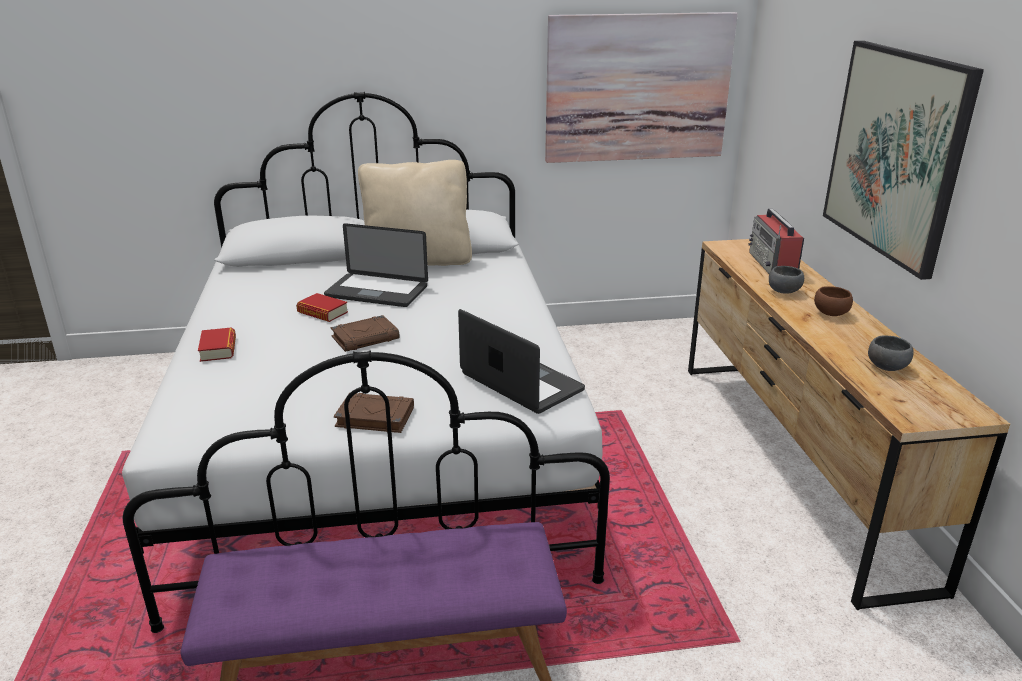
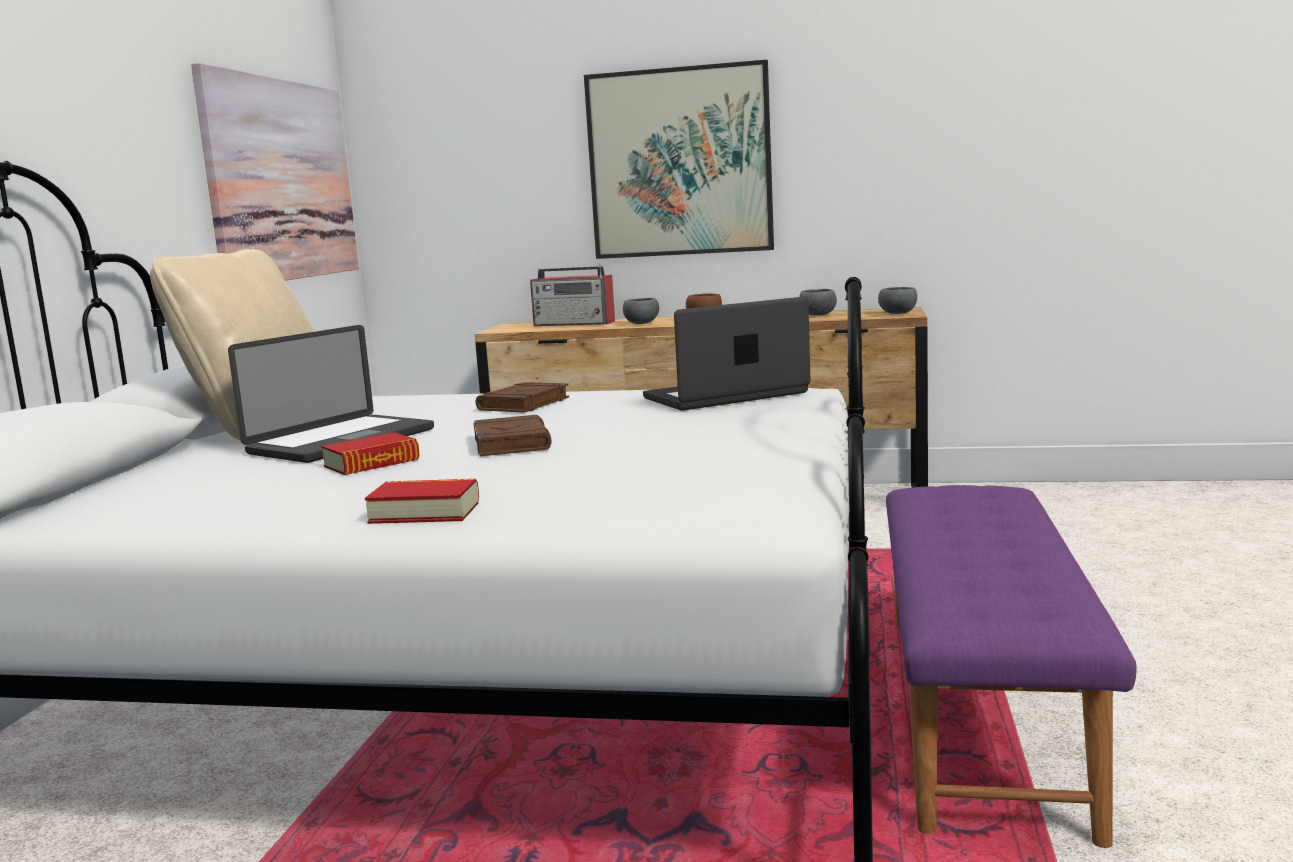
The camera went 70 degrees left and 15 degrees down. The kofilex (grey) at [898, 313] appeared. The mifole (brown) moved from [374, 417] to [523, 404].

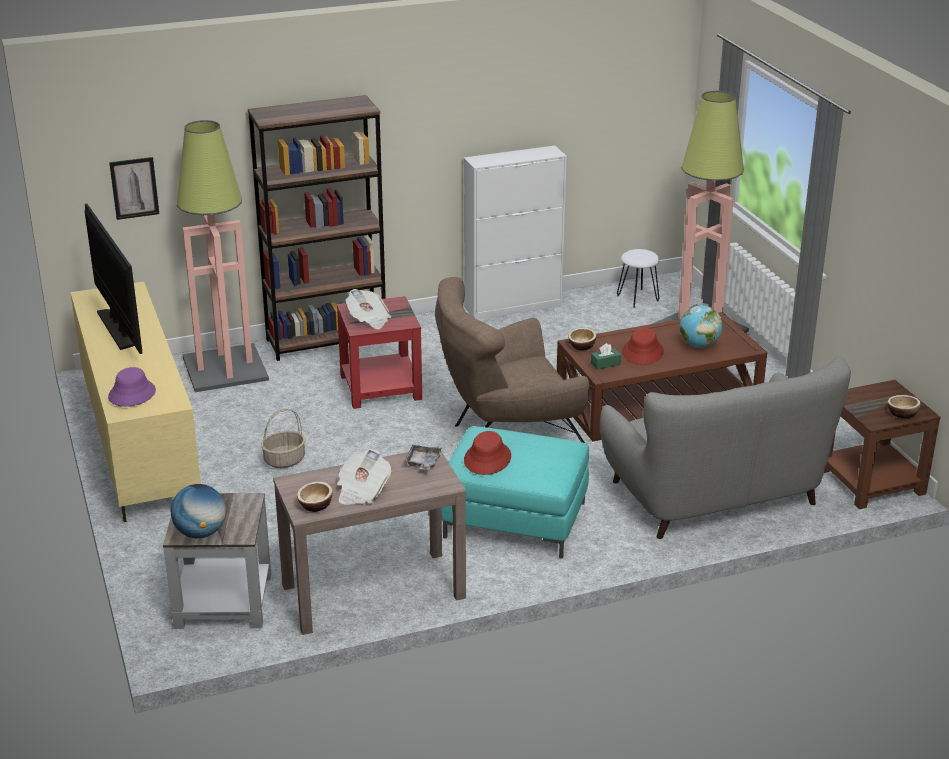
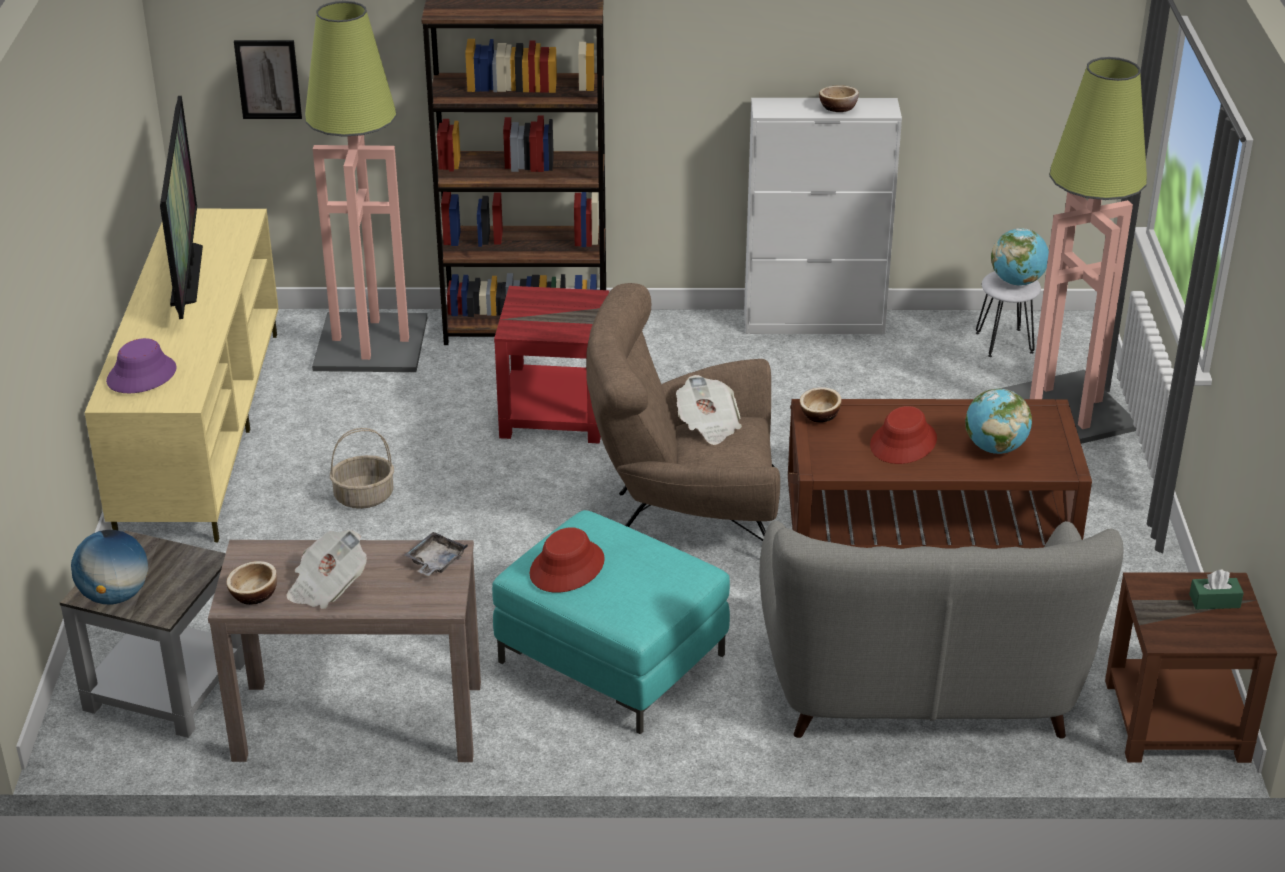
The camera went 20 degrees right and 5 degrees up. The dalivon at [1017, 282] appeared. The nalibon moved from [369, 320] to [708, 425]. The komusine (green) moved from [605, 364] to [1214, 601]. The kofilex moved from [902, 414] to [838, 108].

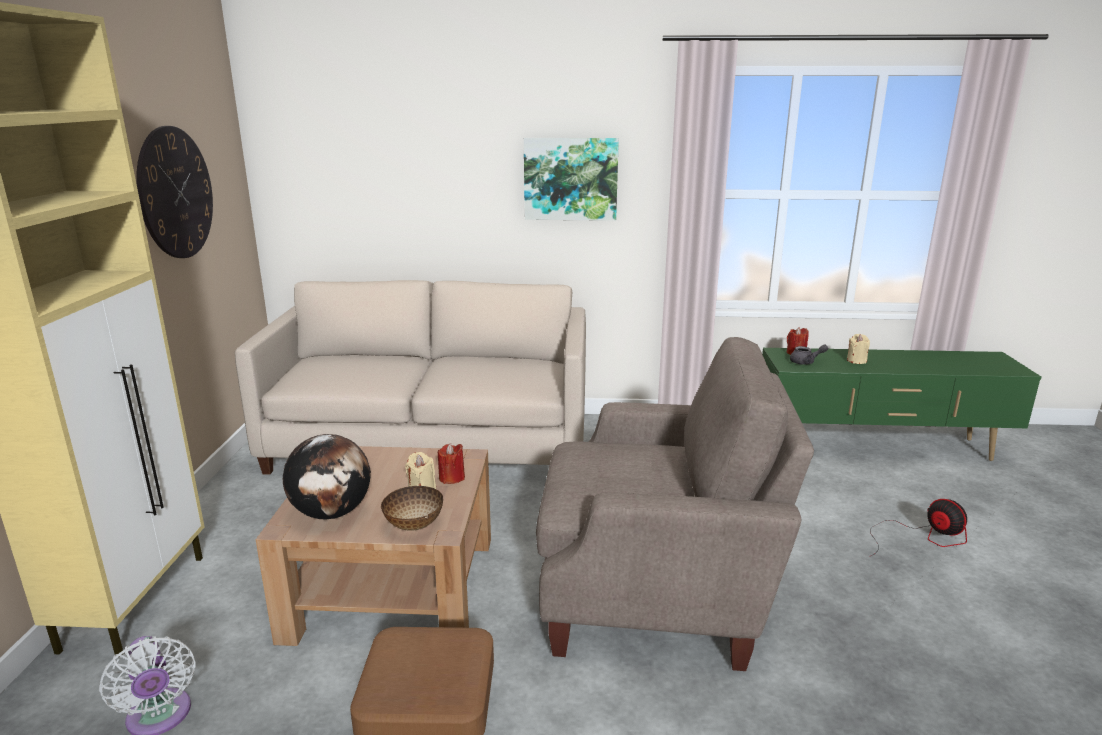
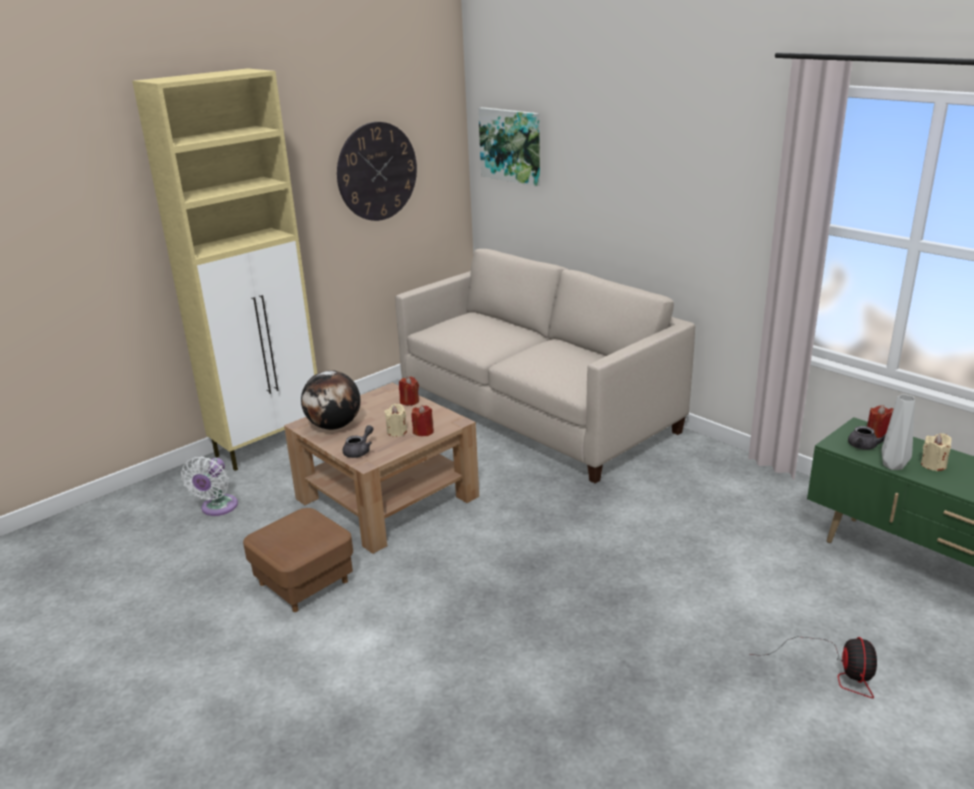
The camera went 45 degrees right and 5 degrees up. The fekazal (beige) at [655, 592] disappeared. The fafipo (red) at [409, 401] appeared. The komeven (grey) at [893, 465] appeared. The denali moved from [570, 179] to [511, 145]. The kofilex at [413, 525] was replaced by the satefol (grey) at [359, 451].

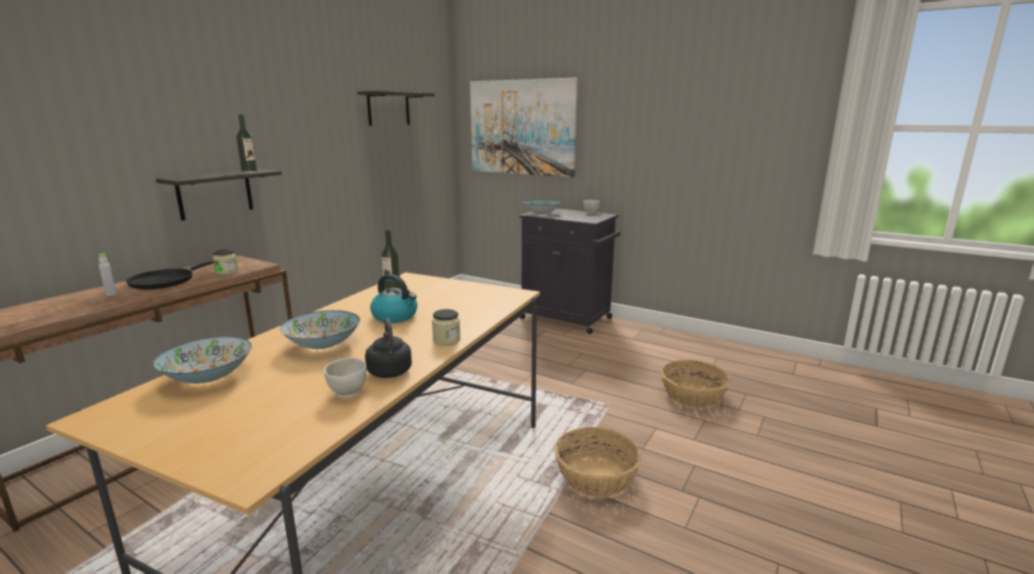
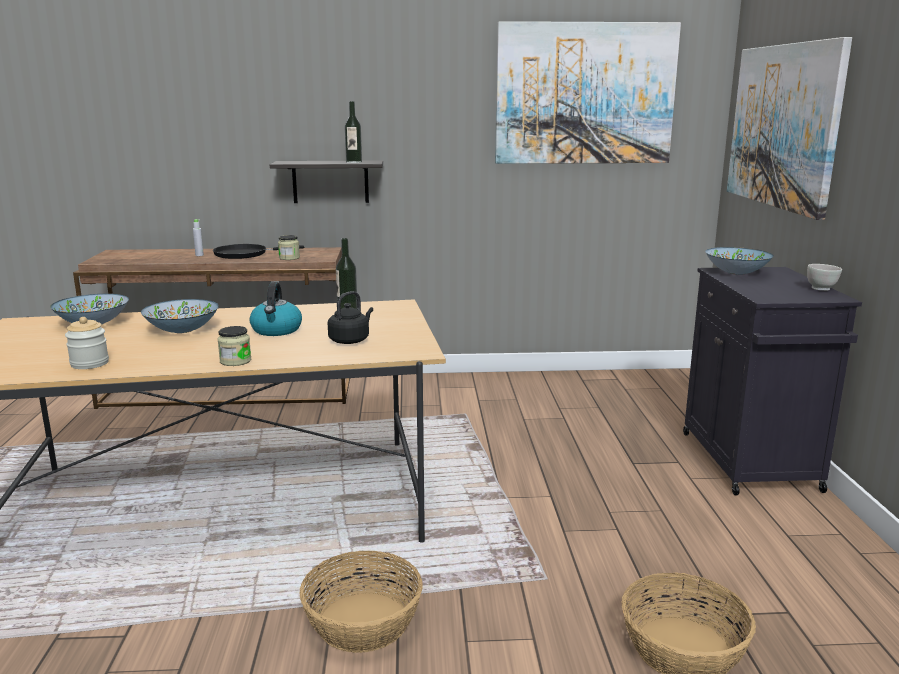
The camera went 55 degrees right and 0 degrees up. The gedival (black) moved from [389, 371] to [350, 340]. The kofilex (white) at [347, 393] was replaced by the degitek at [89, 363]. The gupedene at [388, 109] was replaced by the denali at [585, 94].

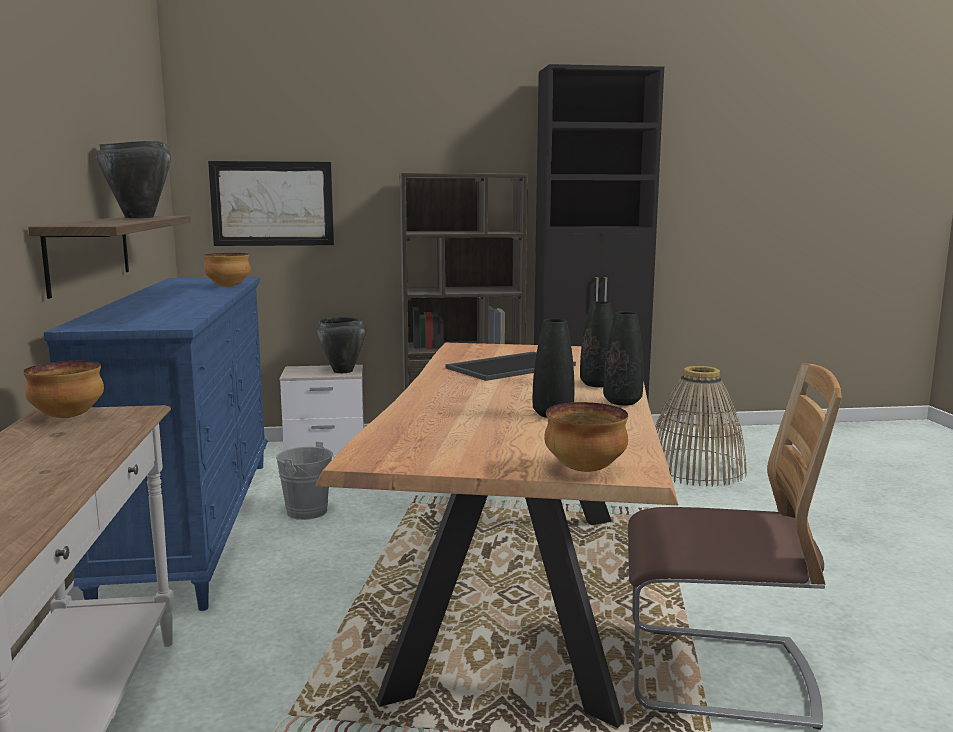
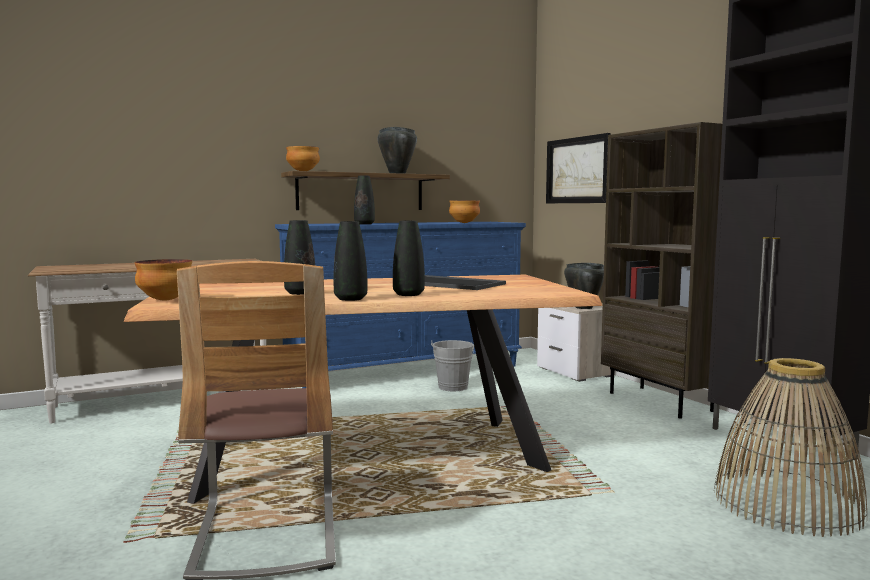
The camera went 70 degrees right and 5 degrees down. The komeven (black) at [364, 224] appeared. The kofilex moved from [69, 417] to [303, 171].

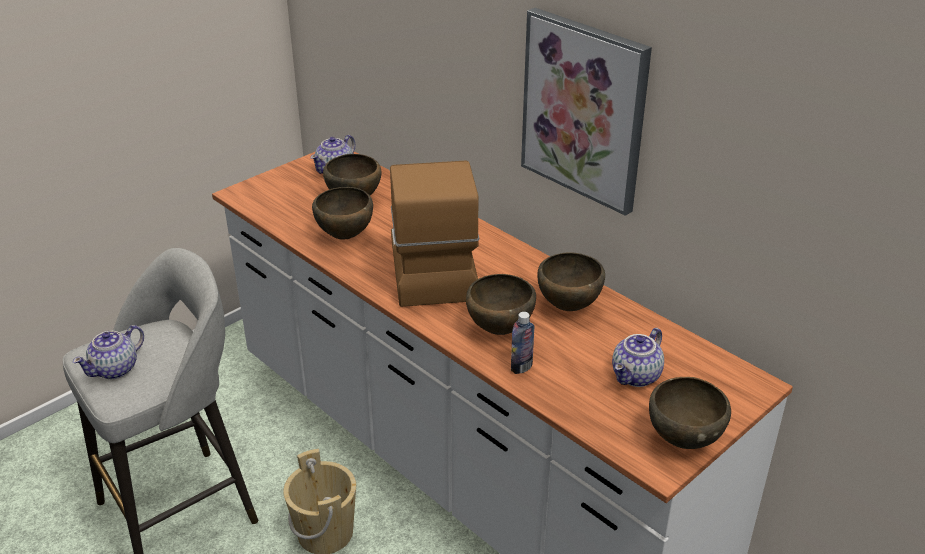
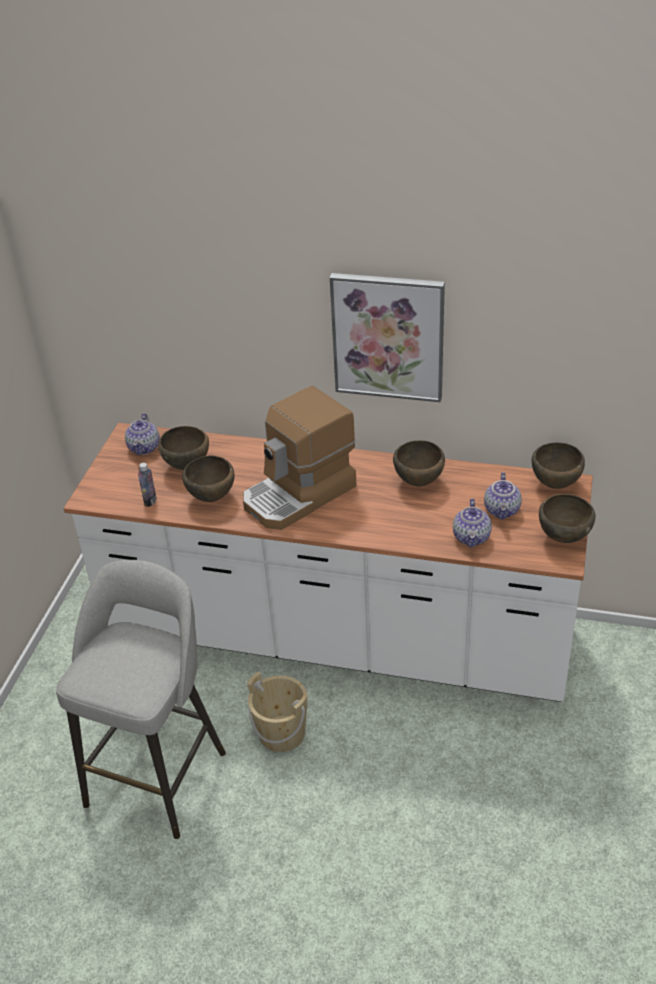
The camera went 30 degrees left and 5 degrees up. The satefol moved from [116, 369] to [472, 537]. The kofilex (brown) moved from [499, 330] to [555, 485]. The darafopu moved from [521, 367] to [150, 501]. The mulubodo at [430, 268] turned 90 degrees counterclockwise.

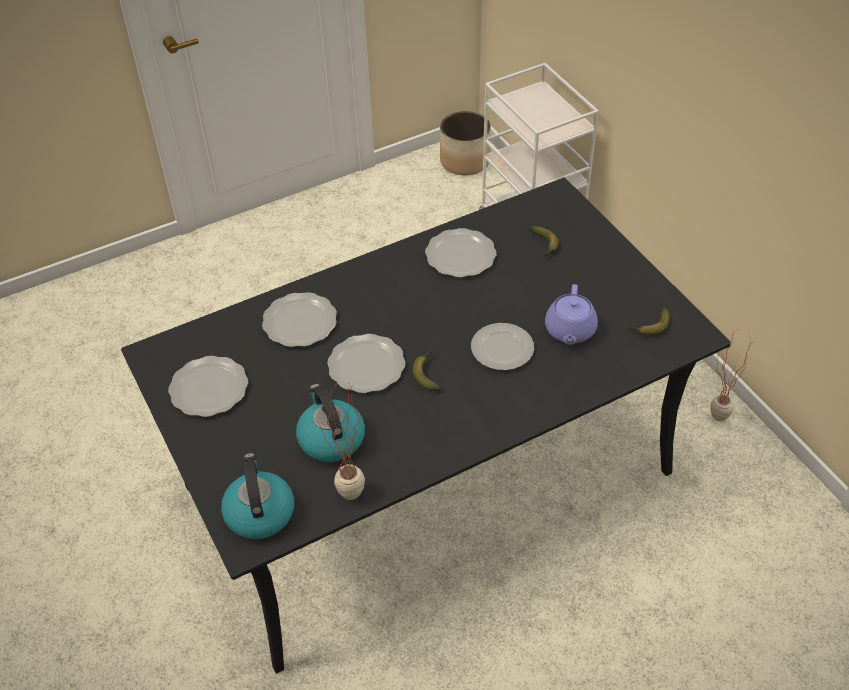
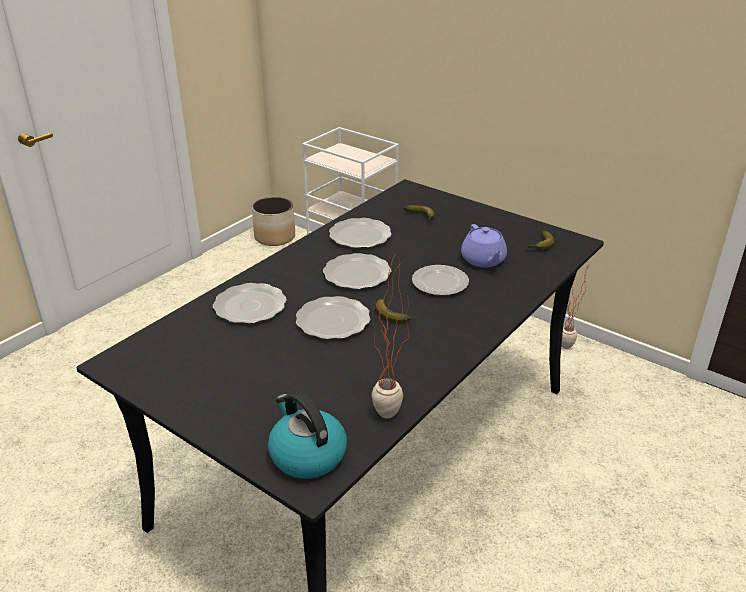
The camera went 25 degrees left and 15 degrees down. The gedival at [330, 439] disappeared. The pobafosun moved from [208, 389] to [356, 274].

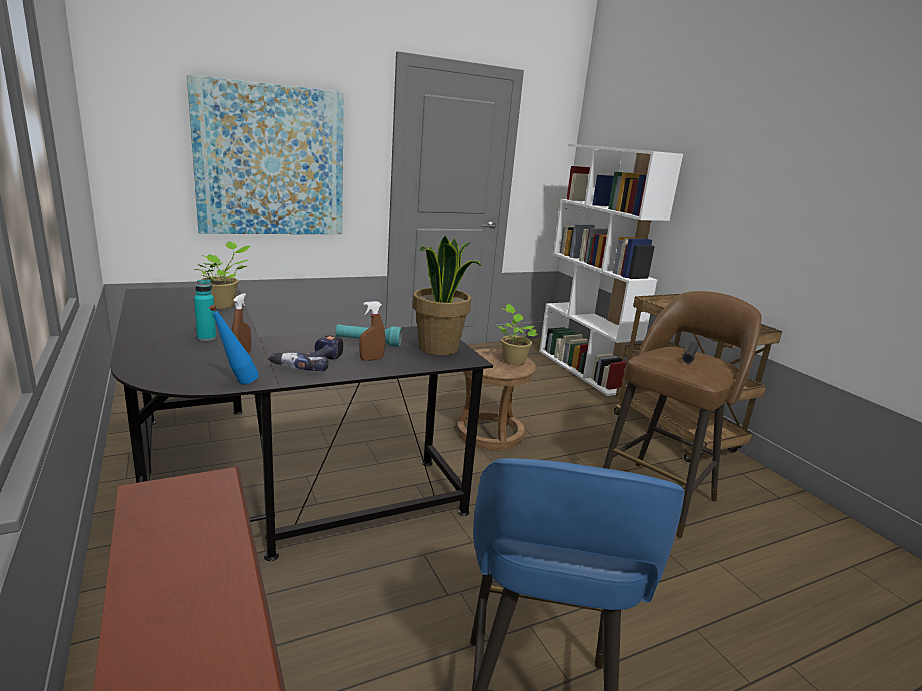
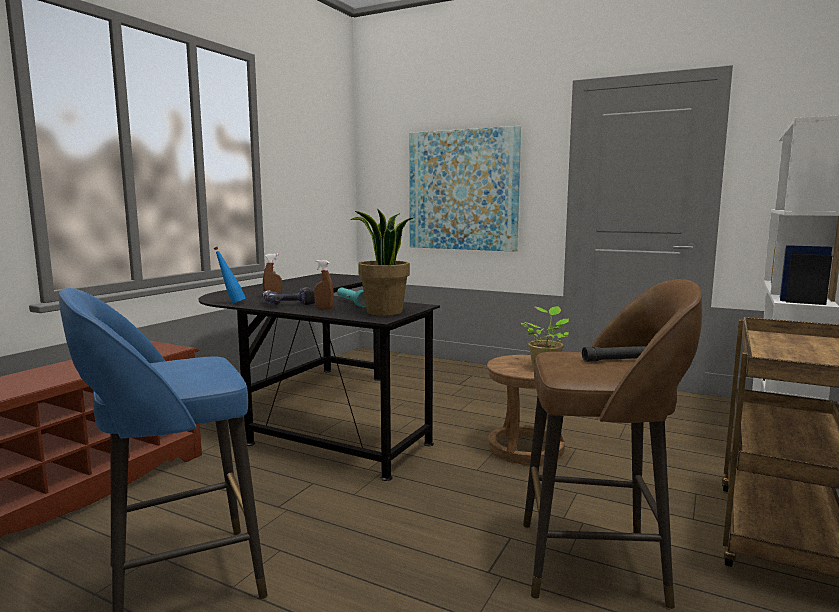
The camera went 55 degrees right and 10 degrees down. The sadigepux at [223, 305] disappeared. The darafopu (turquoise) at [206, 338] disappeared.

